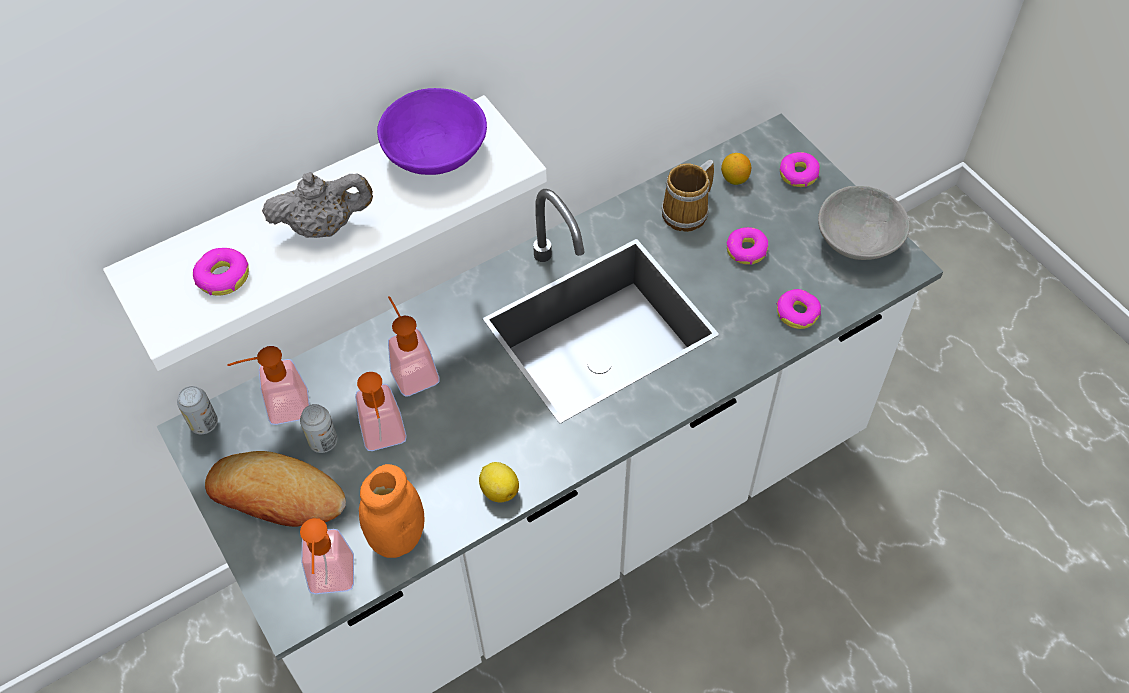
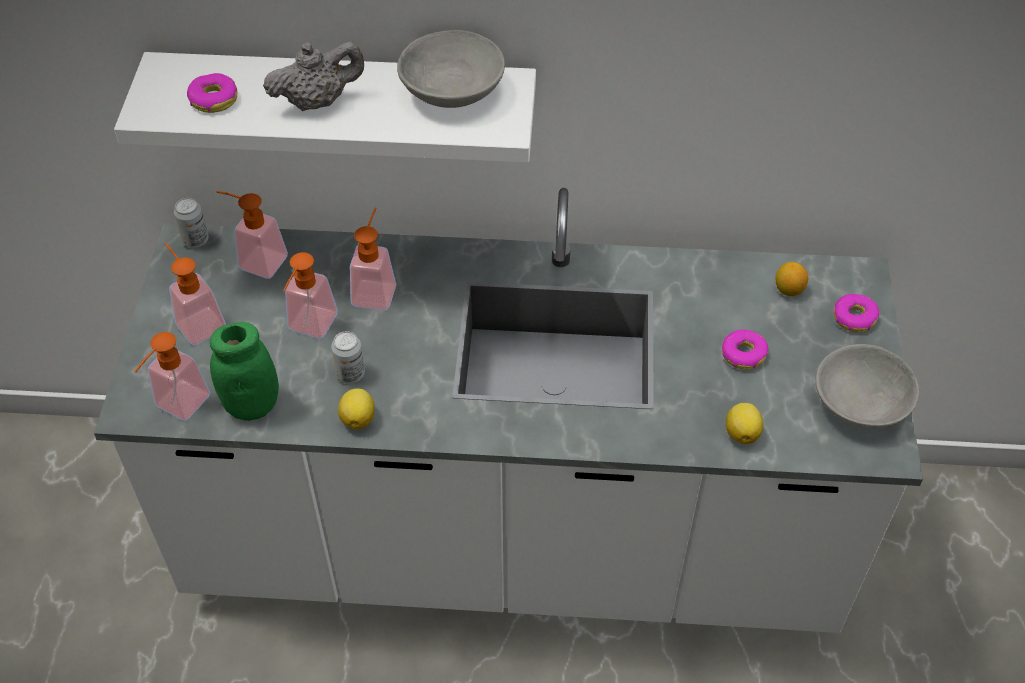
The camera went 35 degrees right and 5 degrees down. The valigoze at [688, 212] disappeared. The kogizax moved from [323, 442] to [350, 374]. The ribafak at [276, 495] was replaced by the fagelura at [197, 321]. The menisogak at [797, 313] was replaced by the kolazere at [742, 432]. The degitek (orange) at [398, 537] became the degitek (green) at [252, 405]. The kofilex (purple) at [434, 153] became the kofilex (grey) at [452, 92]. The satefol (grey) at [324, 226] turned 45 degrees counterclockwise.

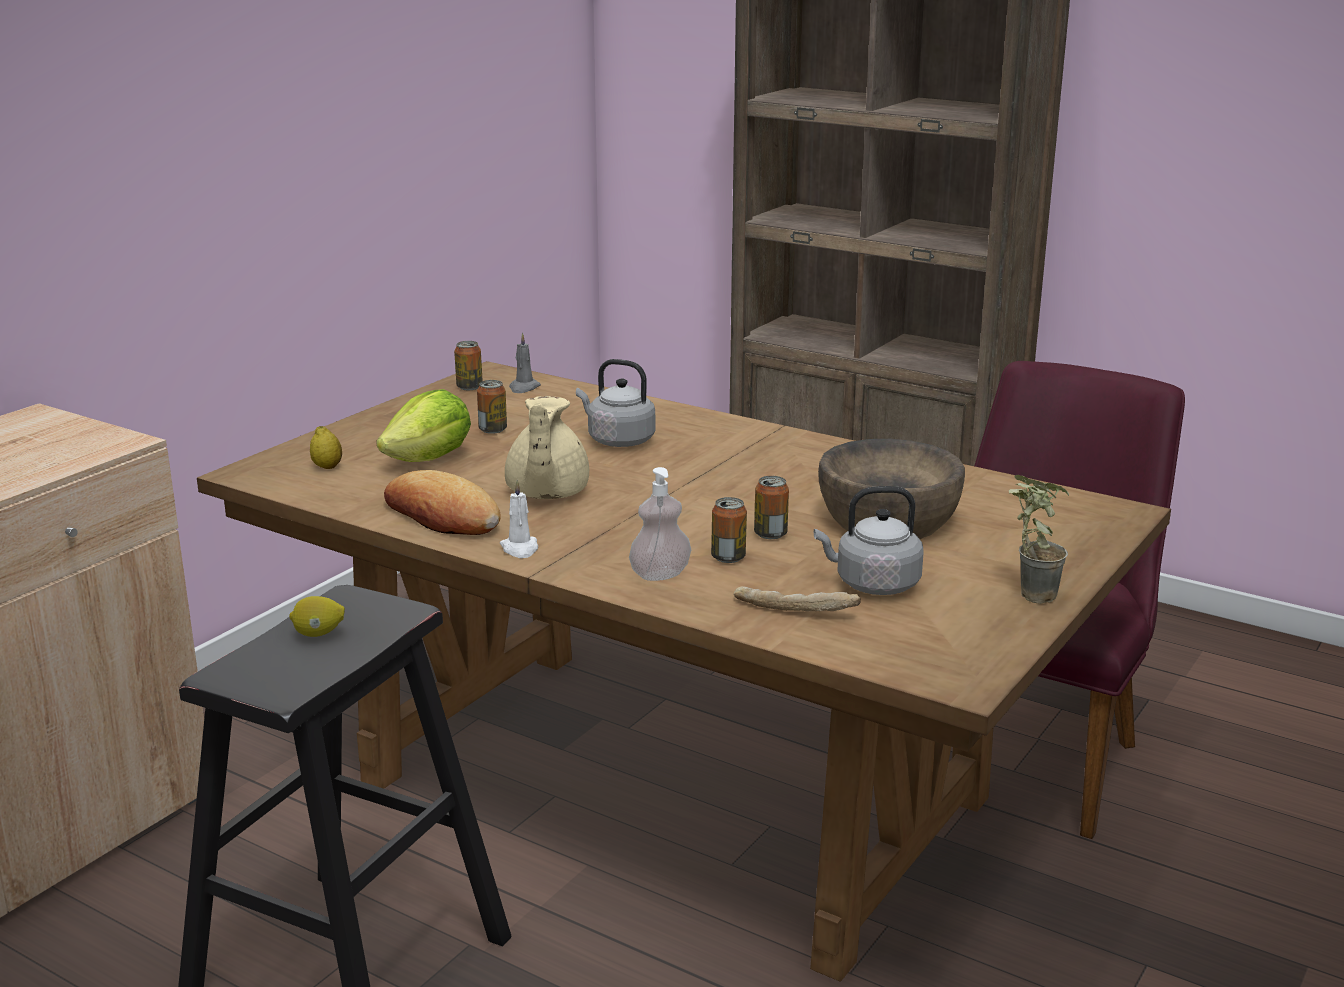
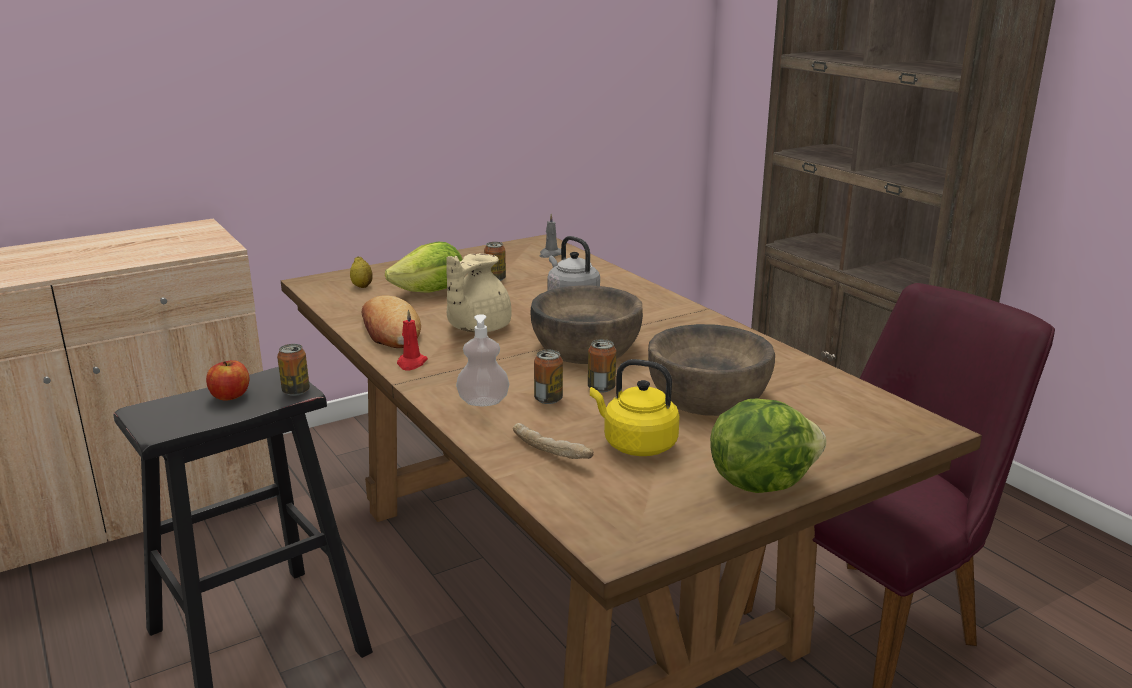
The camera went 25 degrees right and 0 degrees up. The kofilex (brown) at [586, 348] appeared. The kogizax moved from [469, 387] to [296, 391]. The kolazere at [318, 634] was replaced by the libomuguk at [230, 396]. The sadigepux at [1027, 594] was replaced by the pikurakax at [760, 482]. The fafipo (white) at [520, 549] became the fafipo (red) at [411, 363]. The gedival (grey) at [873, 584] became the gedival (yellow) at [636, 444].

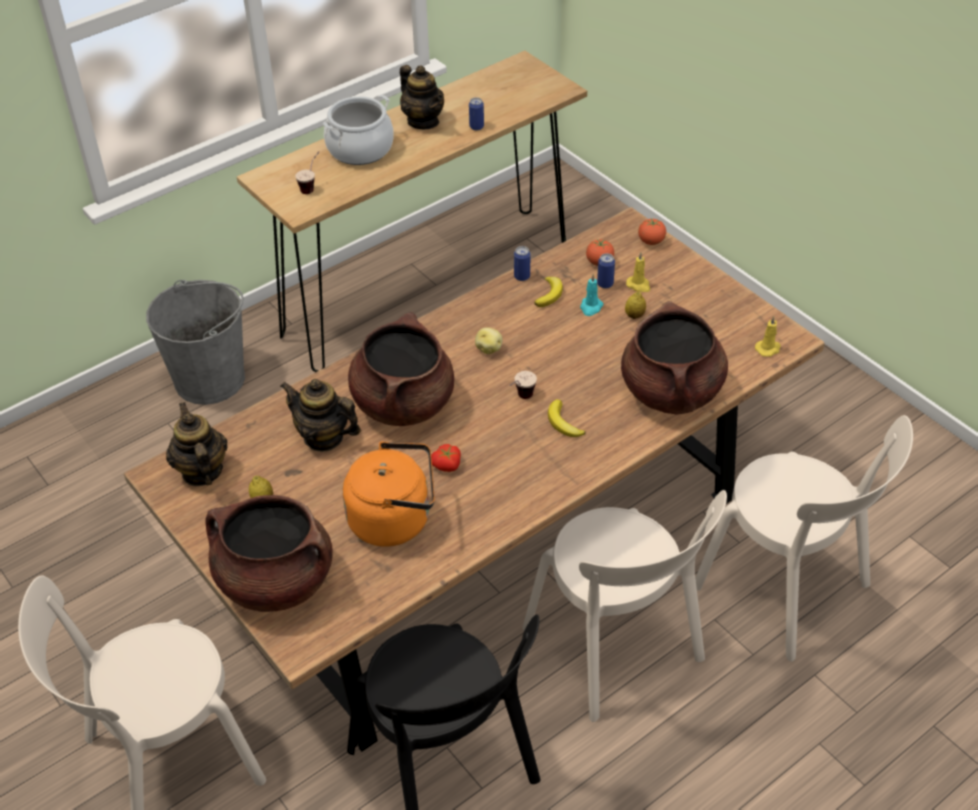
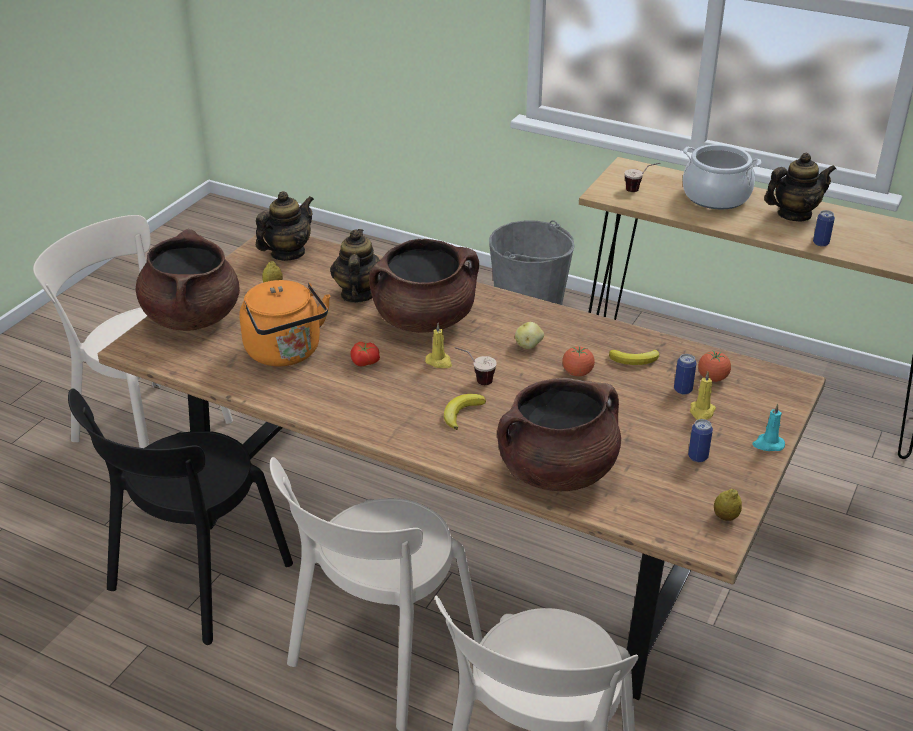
The camera went 65 degrees right and 10 degrees down. The kogizax moved from [522, 276] to [698, 457]. The fafipo (turquoise) moved from [591, 307] to [768, 444]. The kolazere moved from [634, 315] to [725, 517]. The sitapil moved from [651, 241] to [577, 373]. The fafipo (yellow) moved from [768, 349] to [439, 362]. The satefol at [423, 121] turned 135 degrees counterclockwise.

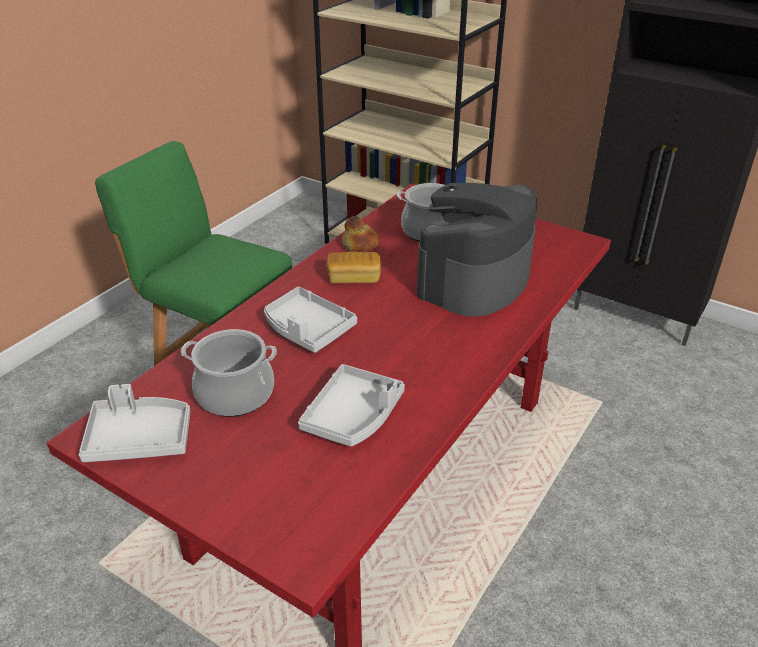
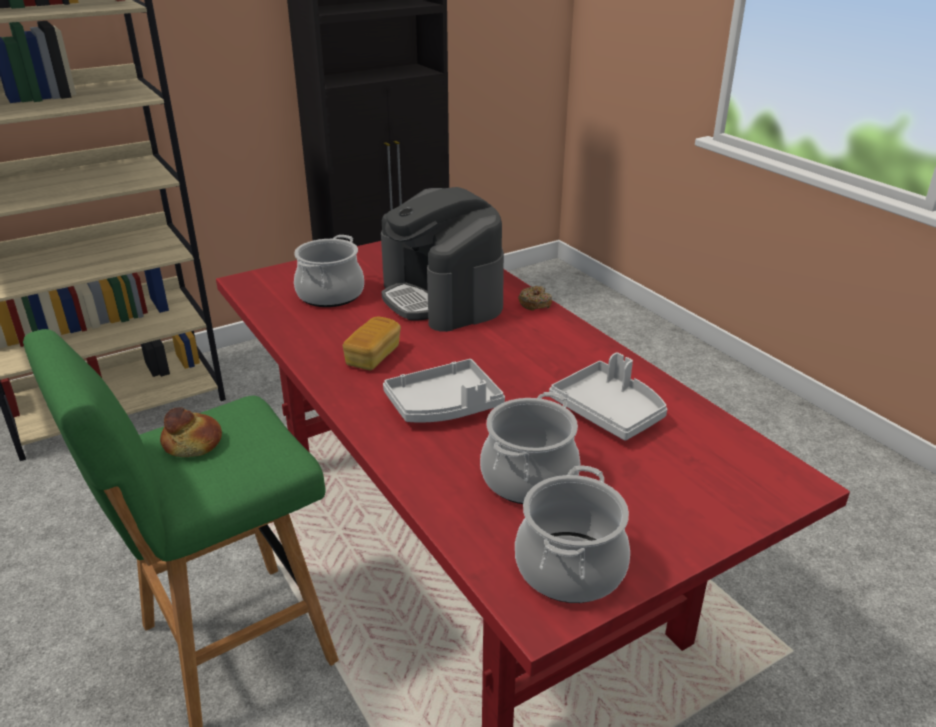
The camera went 65 degrees left and 5 degrees down. The menisogak at [534, 303] appeared. The ribafak moved from [359, 245] to [193, 444]. The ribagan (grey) at [139, 438] was replaced by the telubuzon at [569, 567].

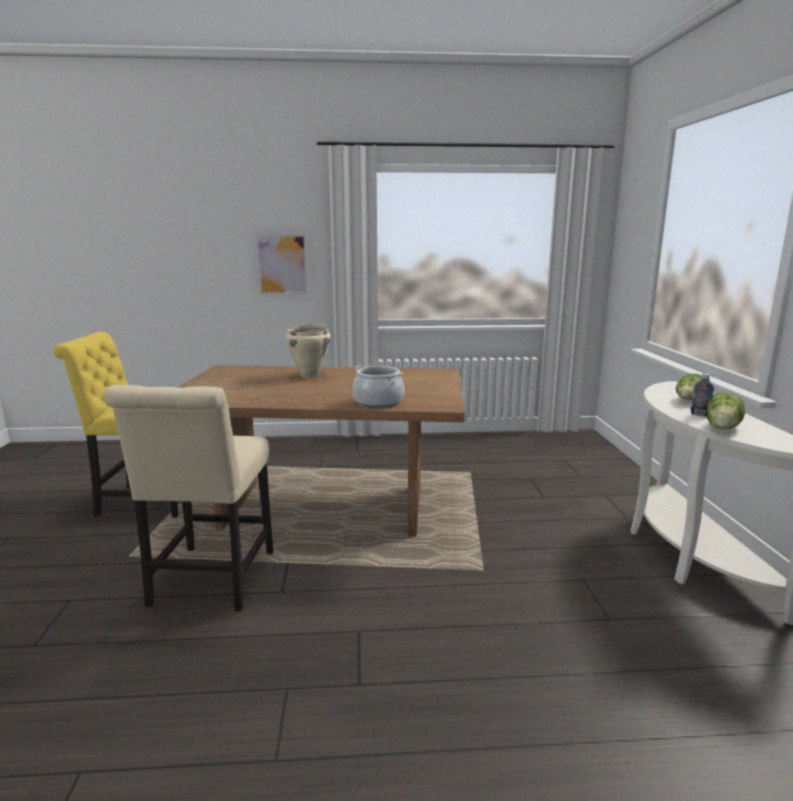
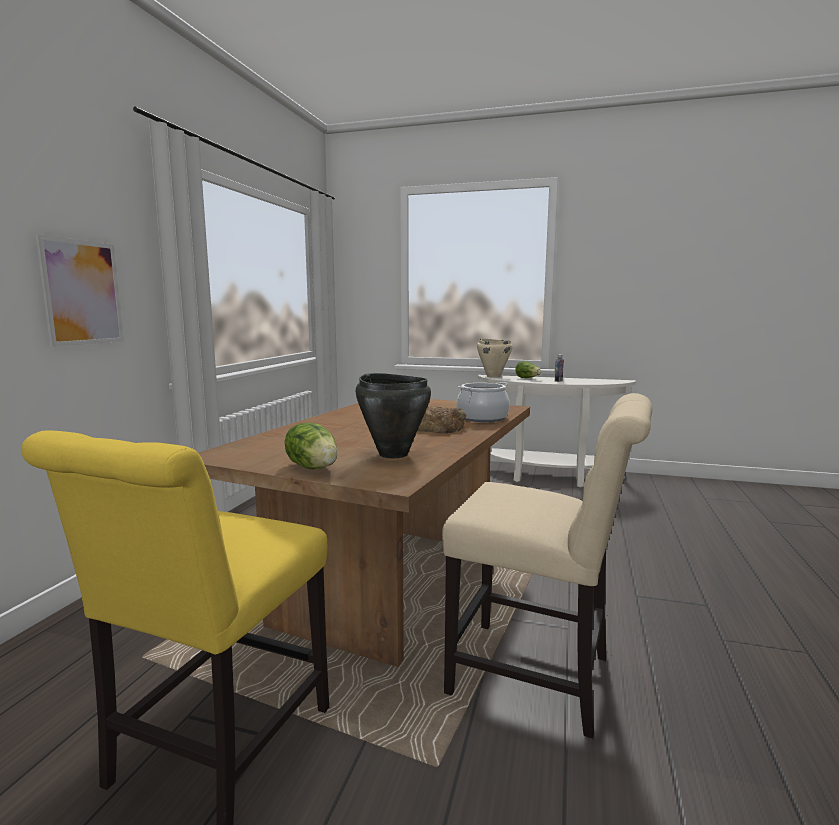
The camera went 70 degrees left and 5 degrees down. The telubuzon (black) at [393, 454] appeared. The ribafak at [438, 427] appeared. The telubuzon (beige) moved from [310, 375] to [493, 376]. The pikurakax moved from [723, 428] to [313, 467].

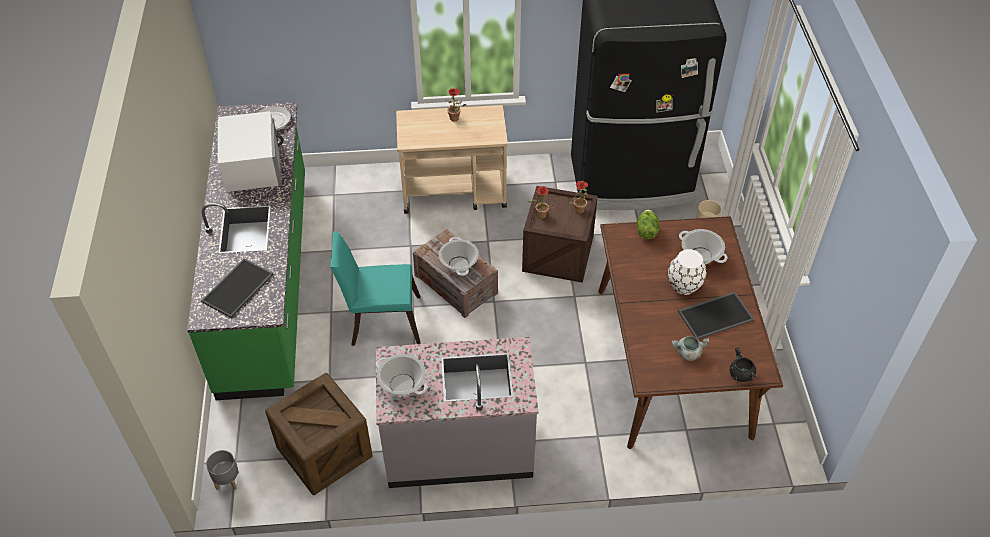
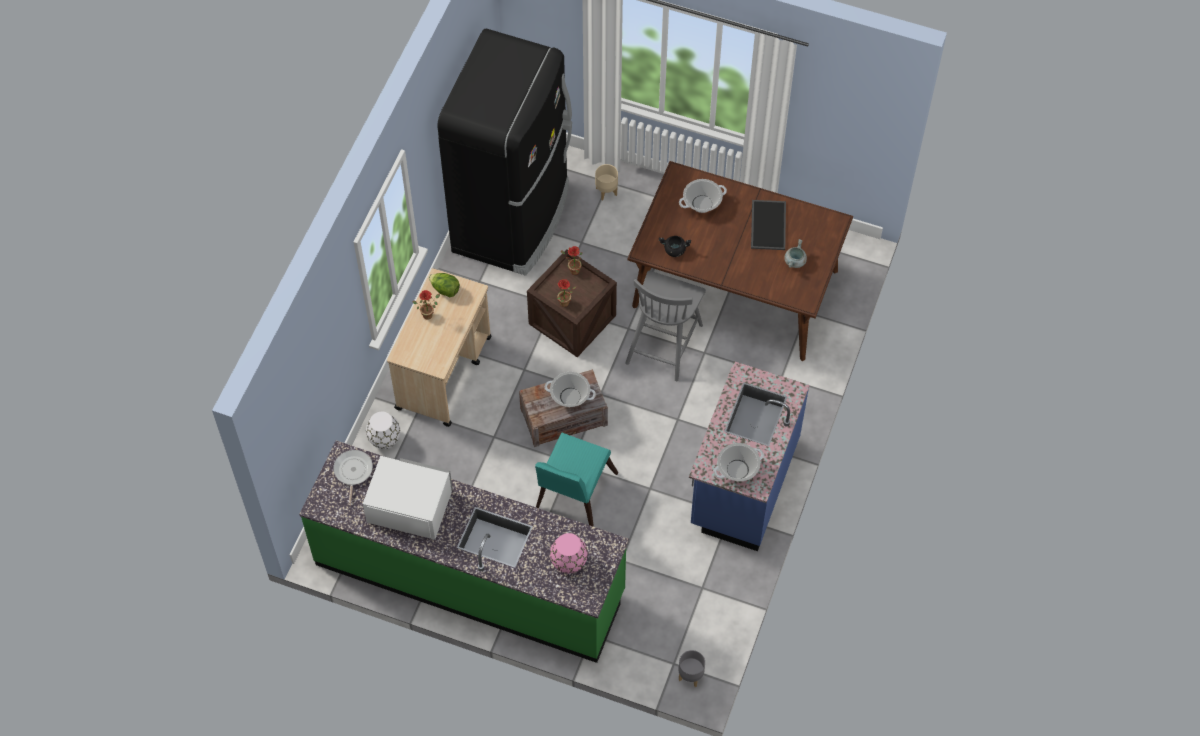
The camera went 65 degrees left and 10 degrees up. The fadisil at [324, 452] disappeared. The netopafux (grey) at [664, 342] appeared. The pikurakax moved from [646, 231] to [445, 290]. The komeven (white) moved from [684, 285] to [384, 439]. The telubuzon (black) moved from [740, 374] to [674, 250]. The ribagan at [238, 289] was replaced by the komeven (pink) at [569, 562]. The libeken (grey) at [458, 447] became the libeken (blue) at [742, 483].

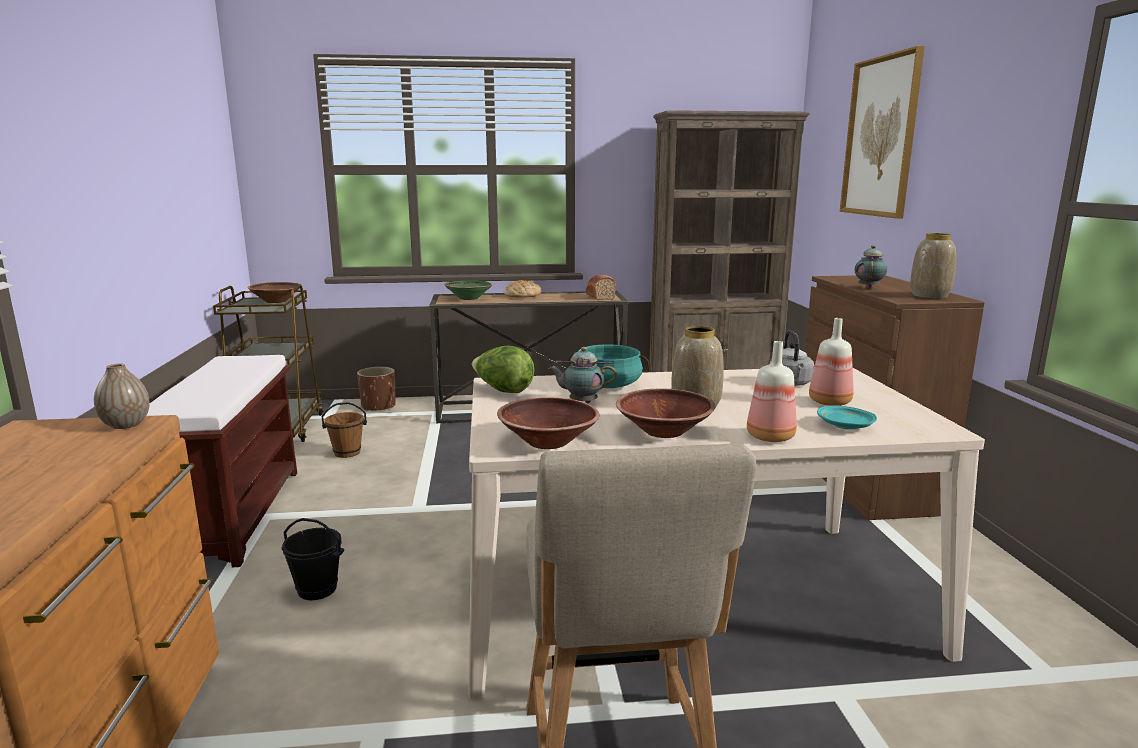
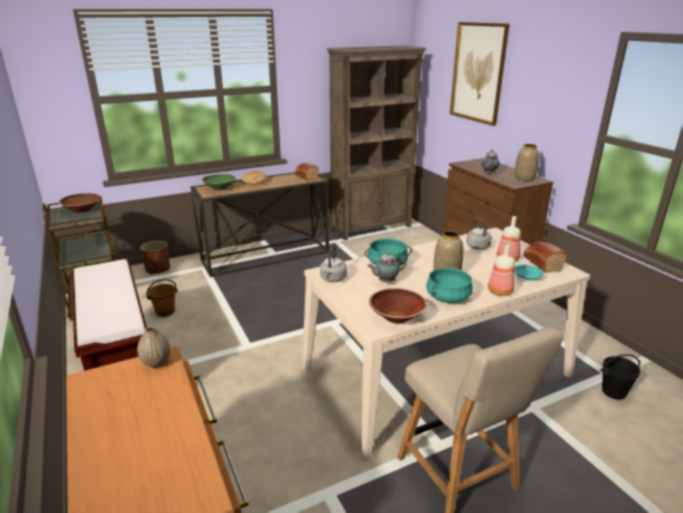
The camera went 20 degrees left and 10 degrees up. The ribafak at [541, 263] appeared. The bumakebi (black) moved from [316, 590] to [614, 392]. The pikurakax at [503, 391] was replaced by the gedival (grey) at [333, 279]. The kofilex (brown) at [664, 431] was replaced by the telubuzon (turquoise) at [447, 297].

